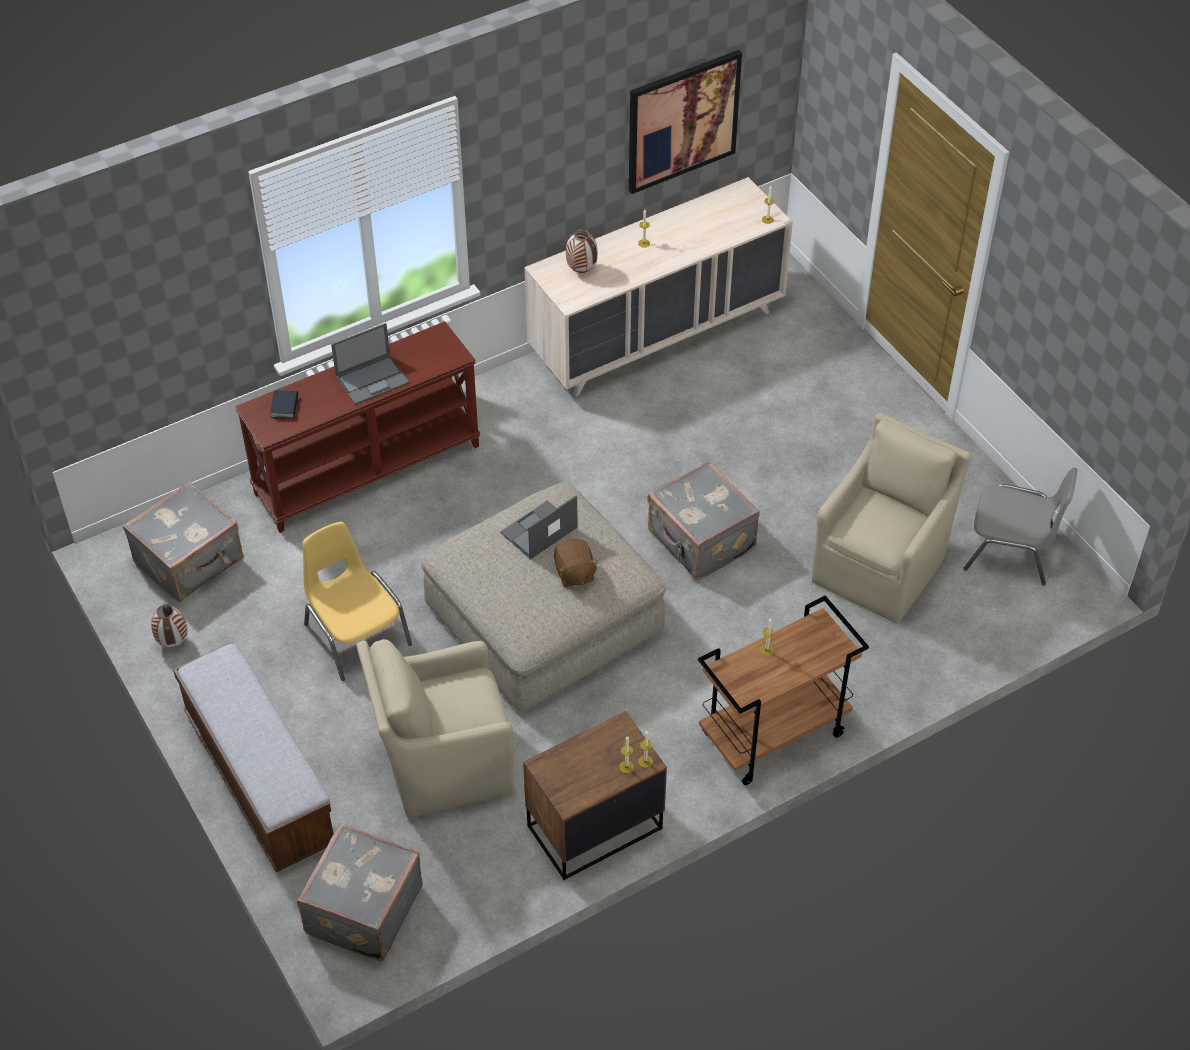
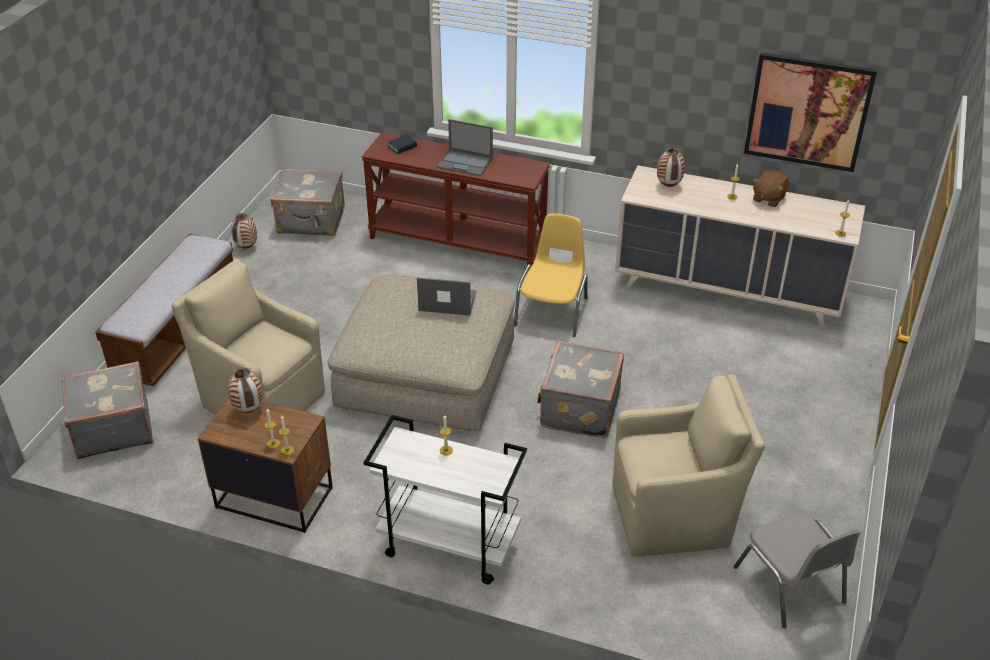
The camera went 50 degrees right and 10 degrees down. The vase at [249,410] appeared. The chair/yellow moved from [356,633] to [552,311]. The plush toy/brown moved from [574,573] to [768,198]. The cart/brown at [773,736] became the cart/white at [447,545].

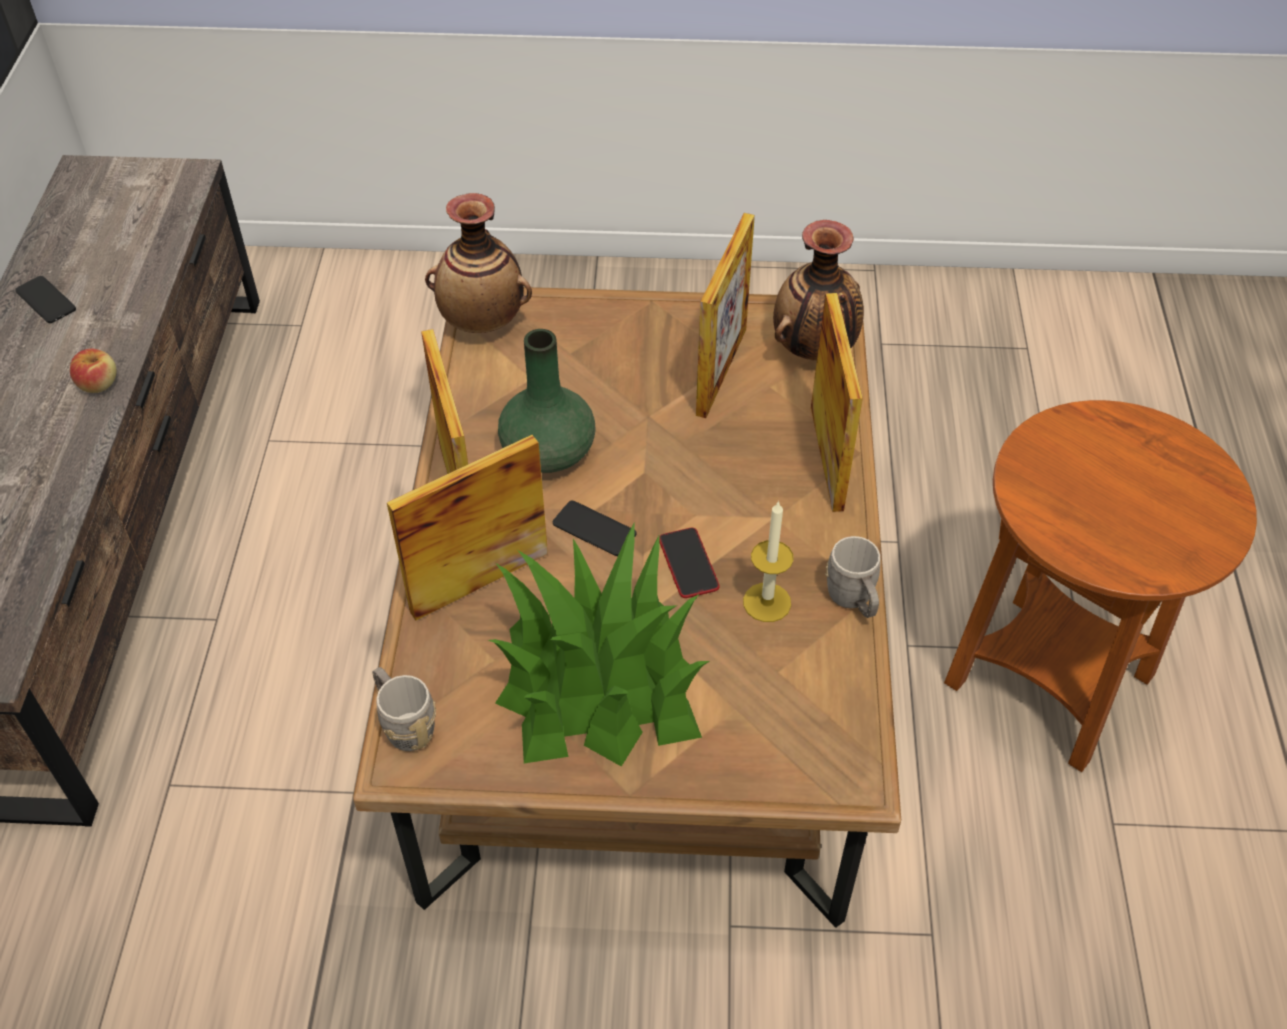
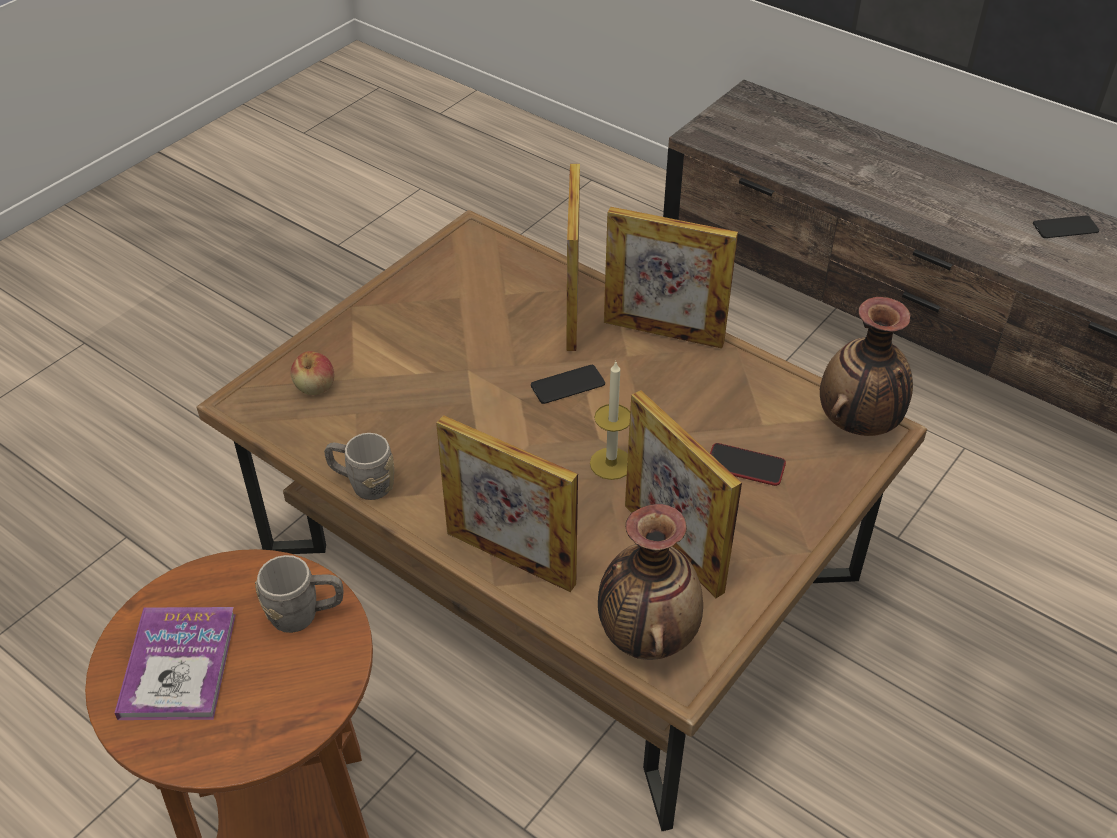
The camera went 125 degrees right and 5 degrees down. The potted plant at [598,684] disappeared. The vase/green at [548,451] disappeared. The book at [178,665] appeared. The apple moved from [99,383] to [315,387]. The mug/grey moved from [404,723] to [305,614]. The phone moved from [688,564] to [745,465]. The candle moved from [767,602] to [611,463].

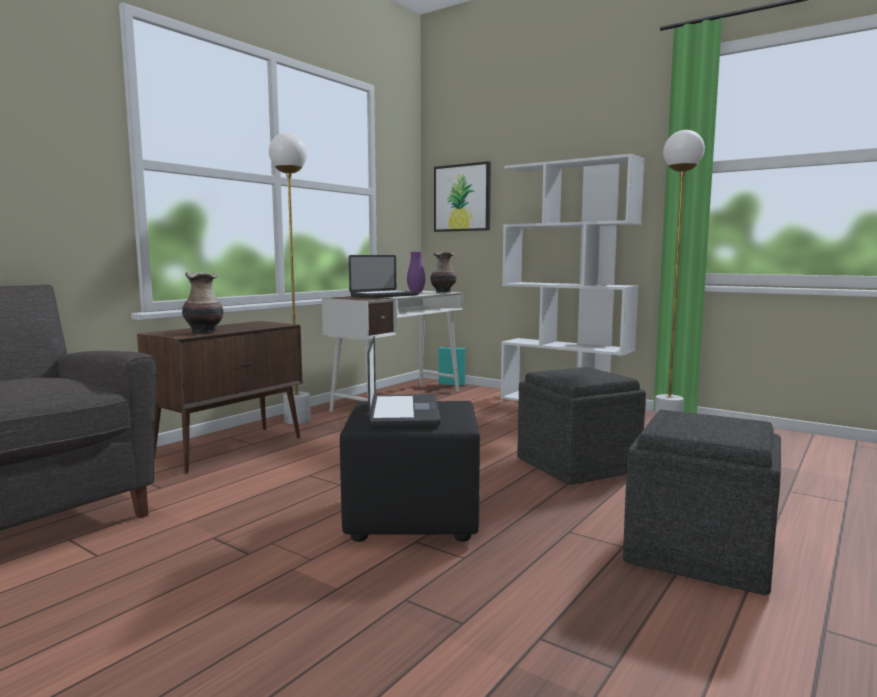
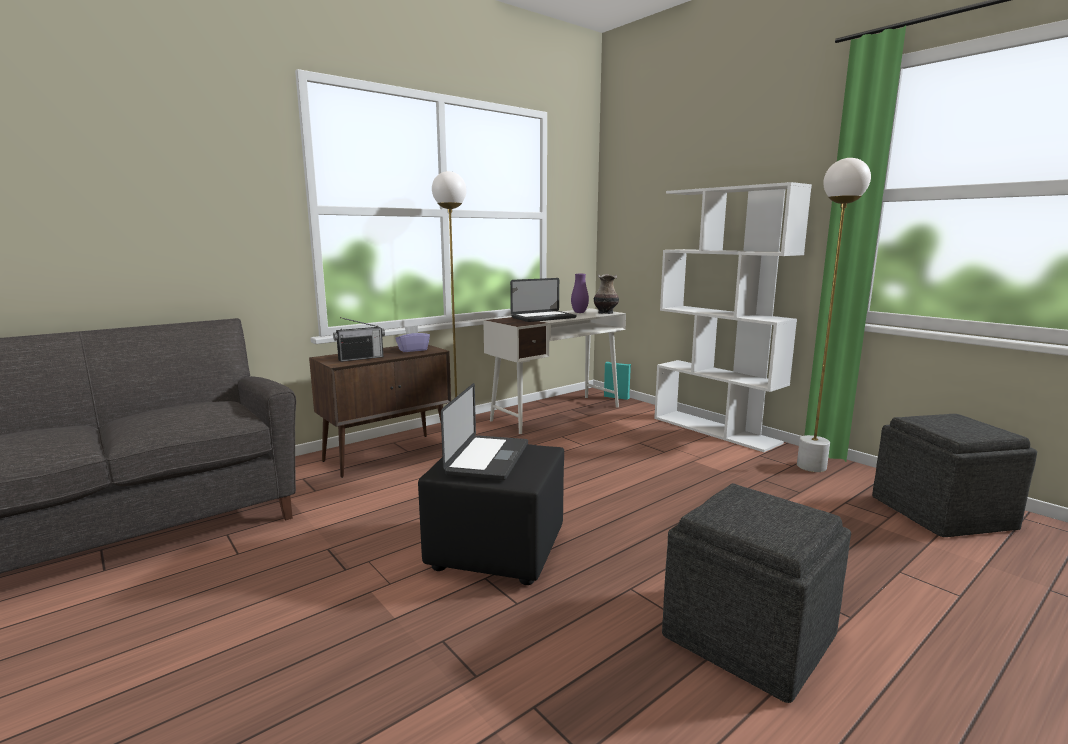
The camera went 15 degrees right and 5 degrees up. The picture at [462,198] disappeared. The tissue box/purple at [413,350] appeared. The ottoman/grey moved from [579,465] to [943,513]. The vase at [204,332] was replaced by the radio at [360,358].

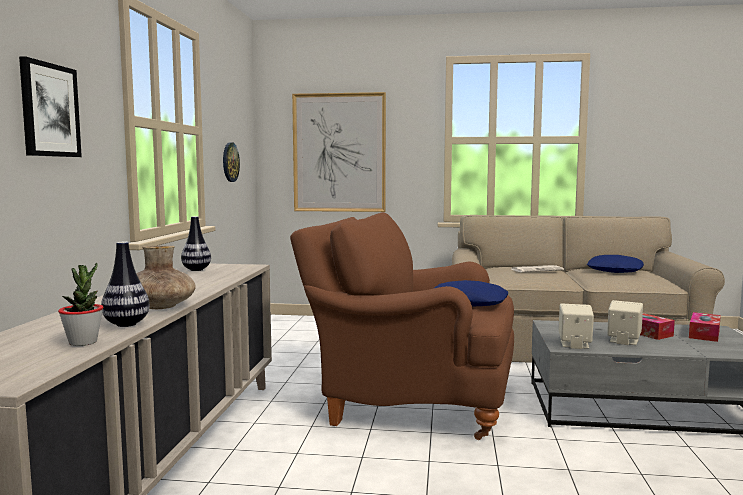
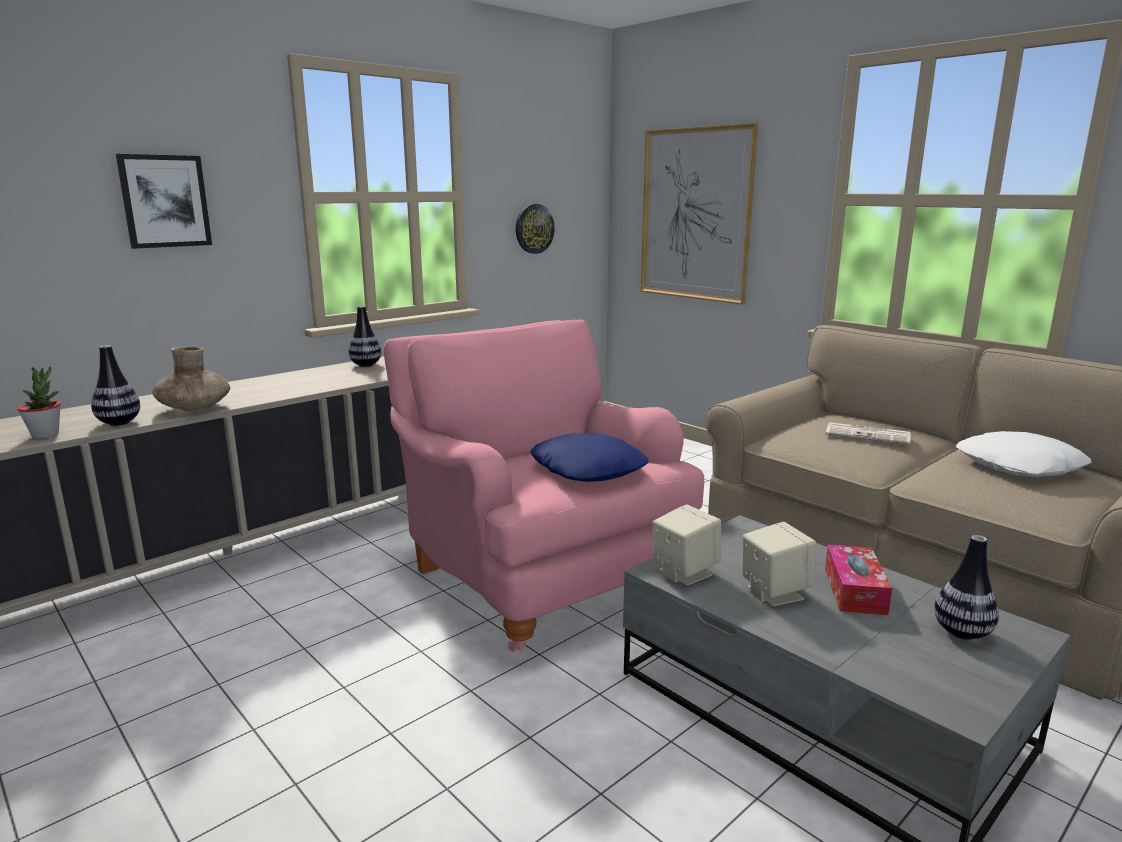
The camera went 40 degrees right and 10 degrees up. The tissue box at [704,334] was replaced by the vase at [962,632]. The armchair/brown at [410,402] became the armchair/pink at [539,575]. The pillow/blue at [615,271] became the pillow/white at [1020,466].

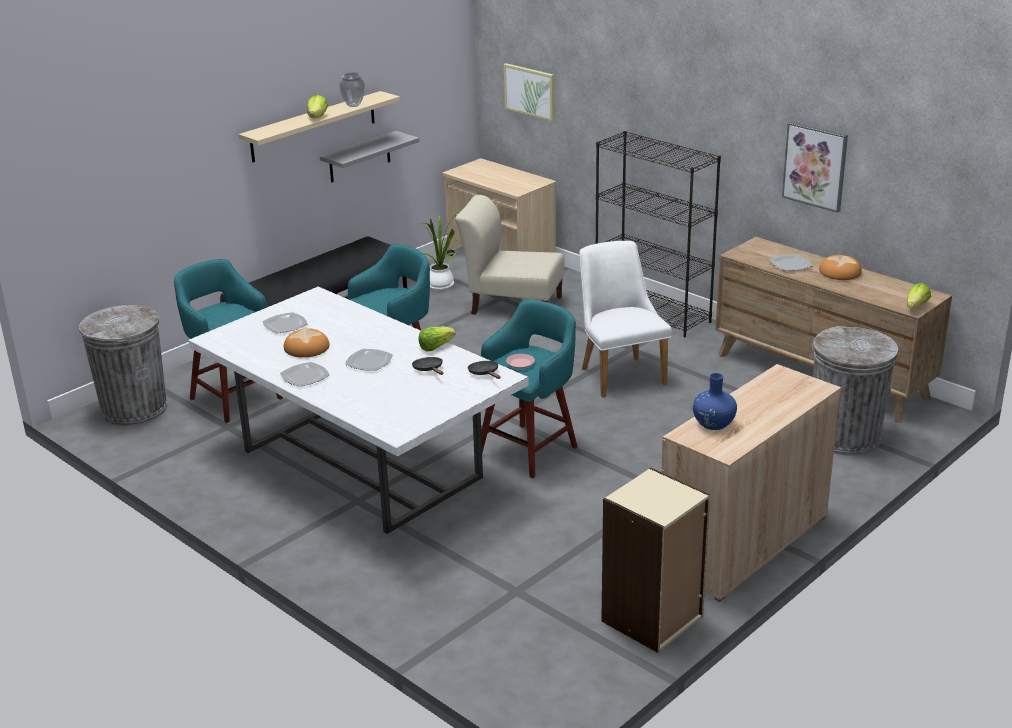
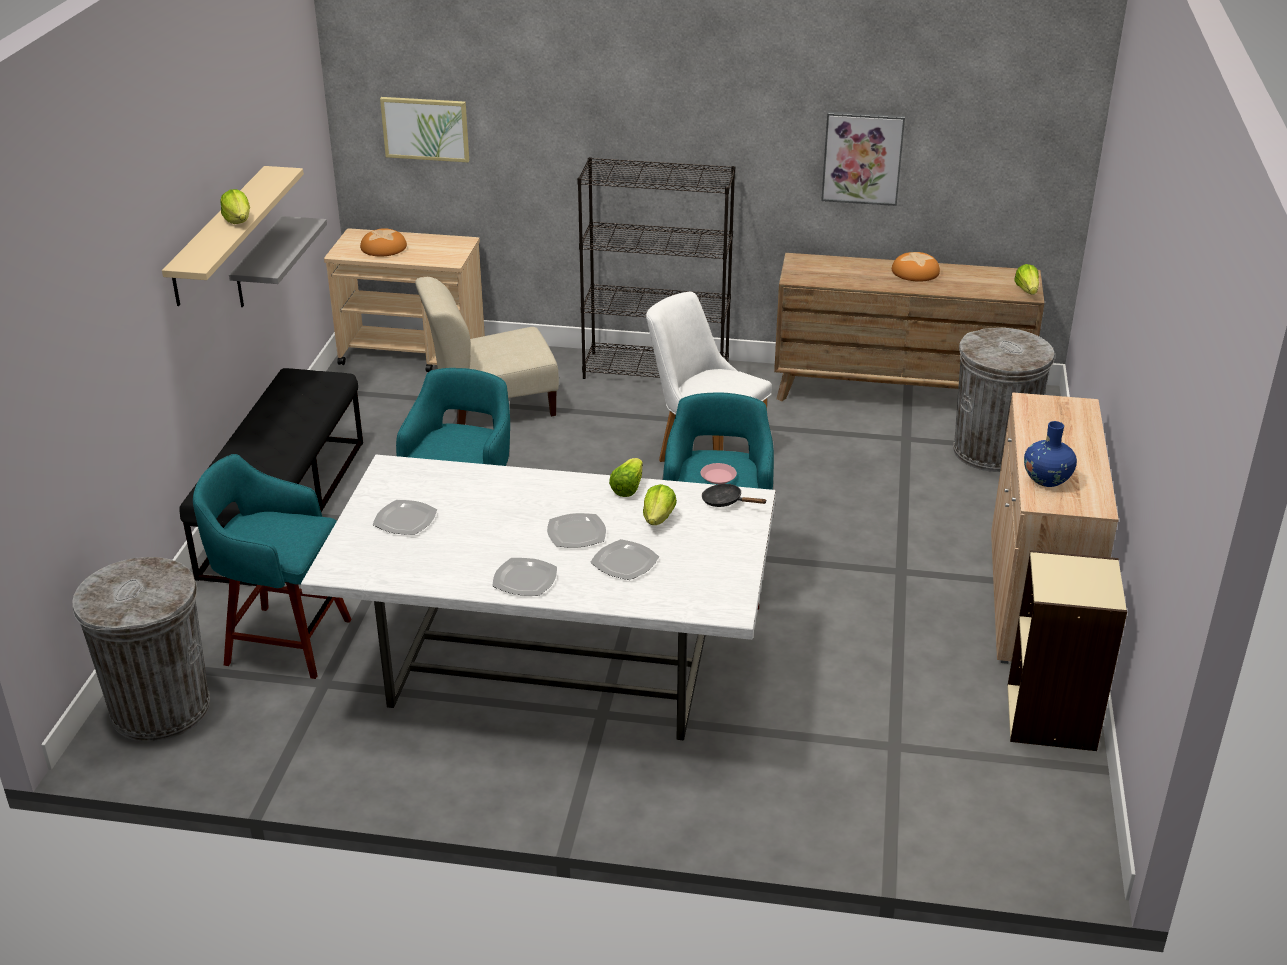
The camera went 35 degrees left and 5 degrees up. The vase at [353,105] disappeared. The potted plant at [442,285] disappeared. The bread moved from [307,348] to [384,248]. The plate moved from [790,264] to [624,562]. The frying pan/black at [429,369] was replaced by the lettuce at [659,518].

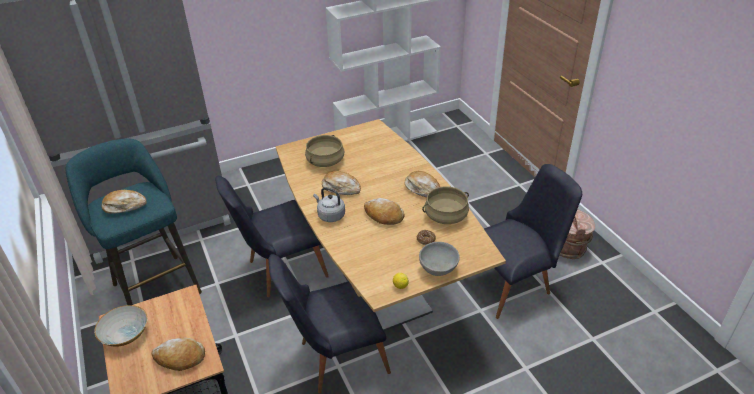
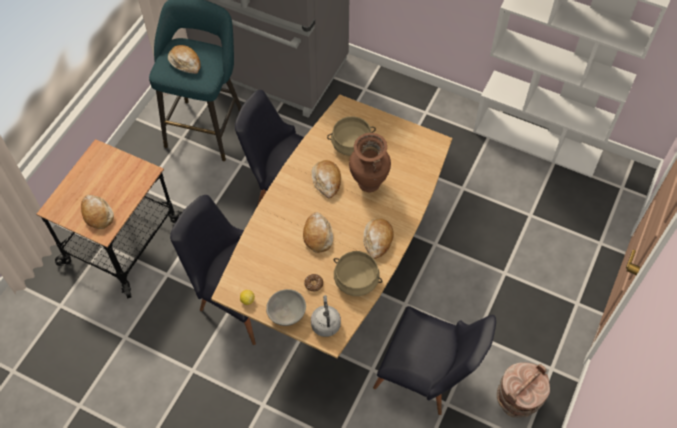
The camera went 50 degrees right and 20 degrees up. The bowl at [125,335] disappeared. The vase/brown at [368,184] appeared. The kettle/grey moved from [330,215] to [325,323].

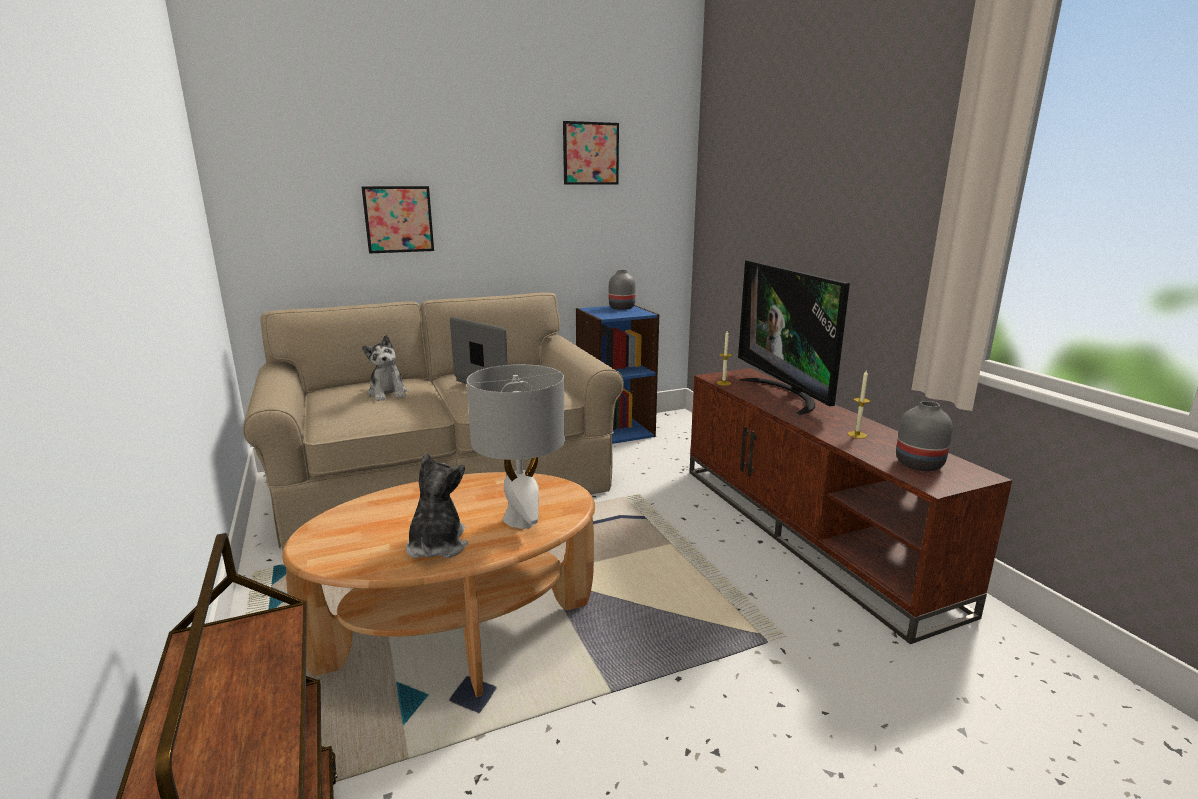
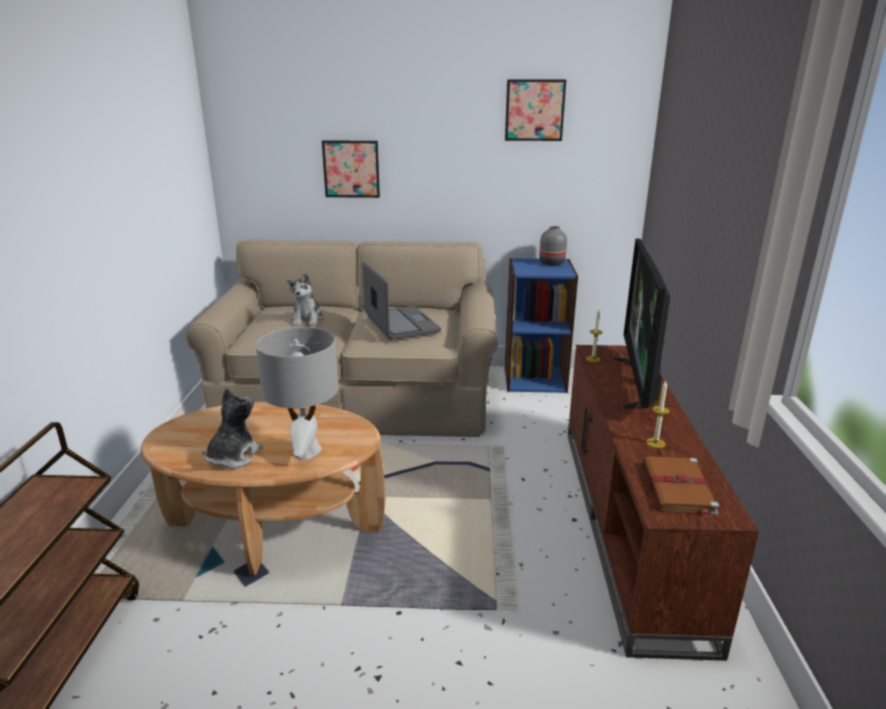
The camera went 25 degrees right and 5 degrees up. The vase/grey at [919,464] was replaced by the book/brown at [678,488].

